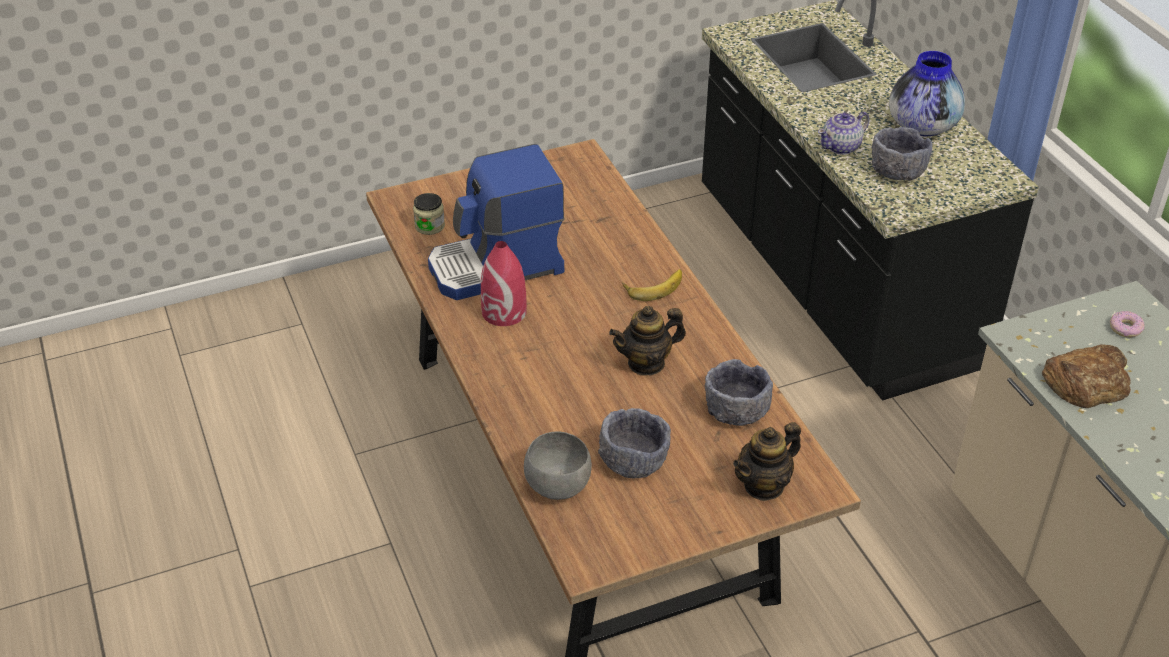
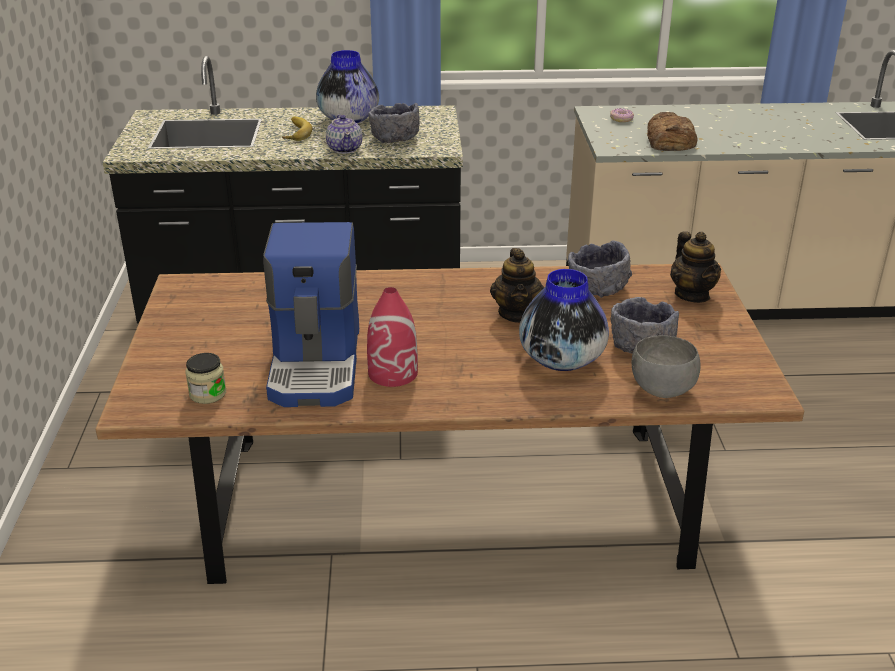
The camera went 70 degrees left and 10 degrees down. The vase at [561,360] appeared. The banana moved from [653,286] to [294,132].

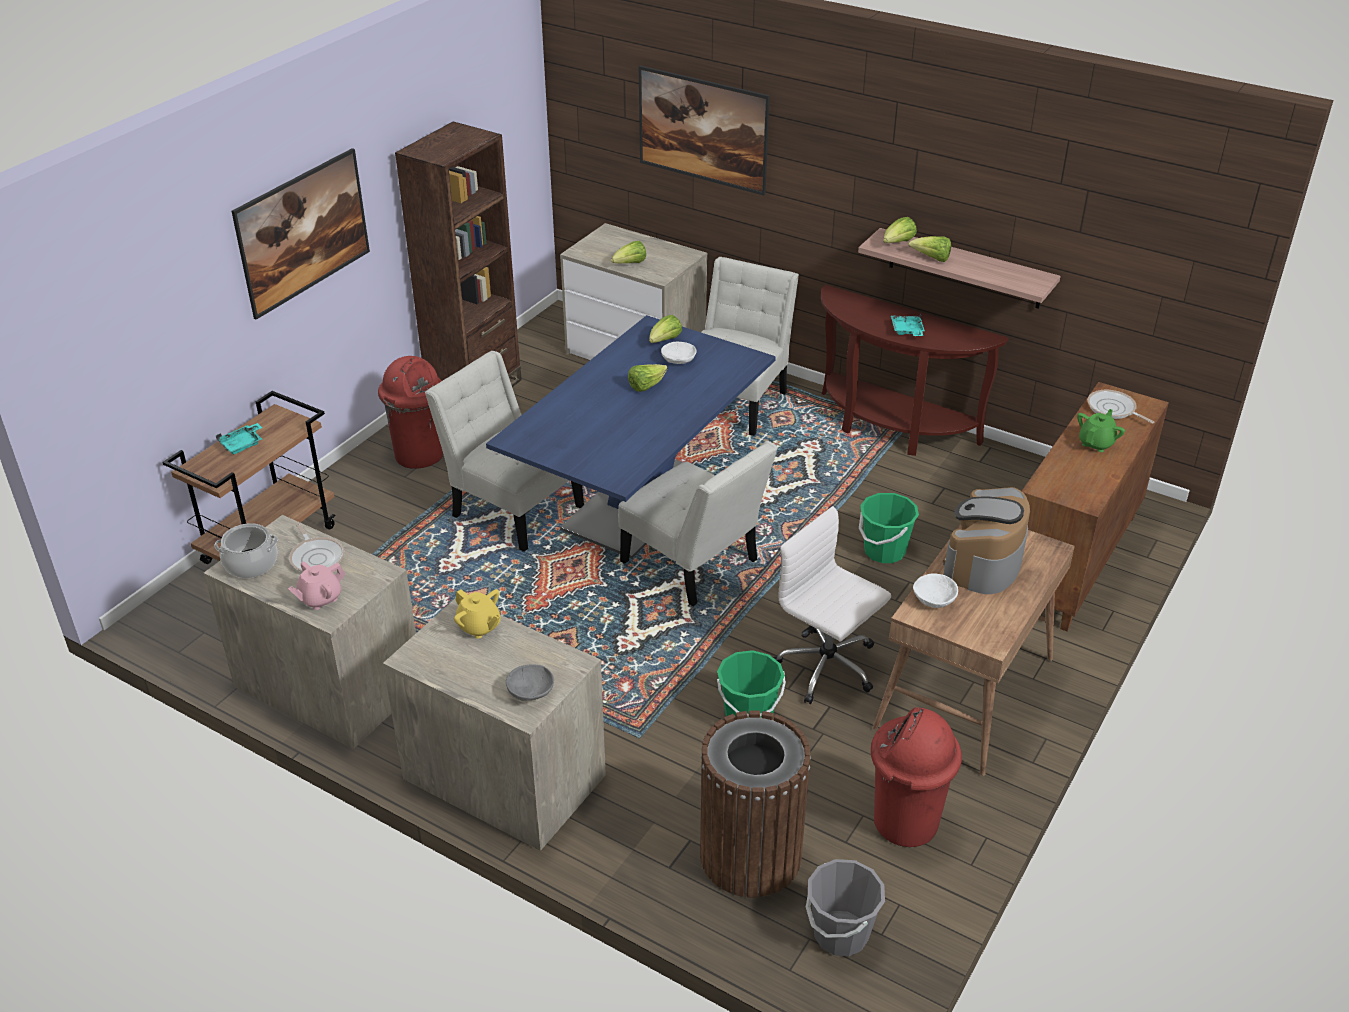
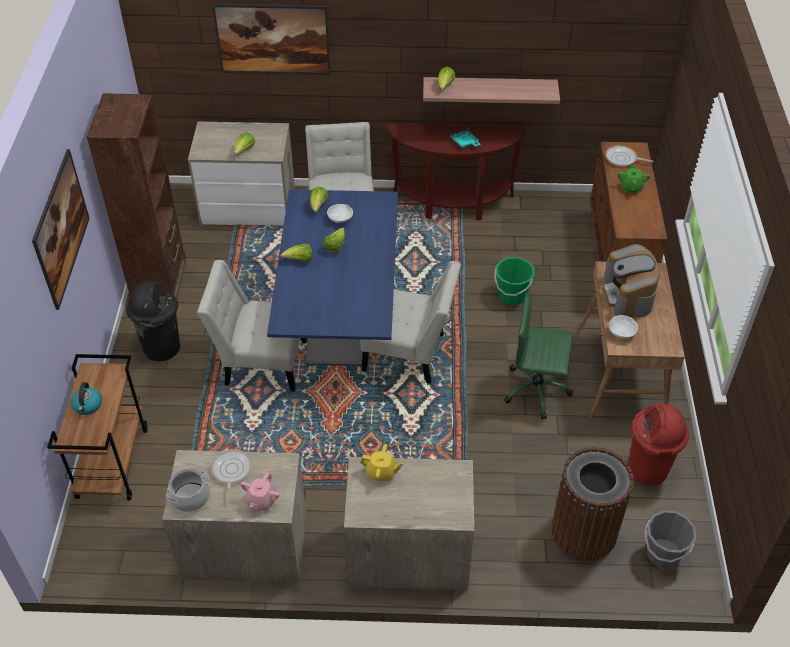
The camera went 30 degrees left and 10 degrees up. The bowl/grey at [531,693] disappeared. The bucket/green at [748,716] disappeared. The lettuce moved from [932,258] to [300,260]. The tray/turquoise at [242,444] was replaced by the kettle at [88,406]. The trash can/red at [420,455] became the trash can/black at [162,347]. The office chair/white at [828,668] became the office chair/green at [537,390]. The frying pan at [317,557] turned 120 degrees counterclockwise.

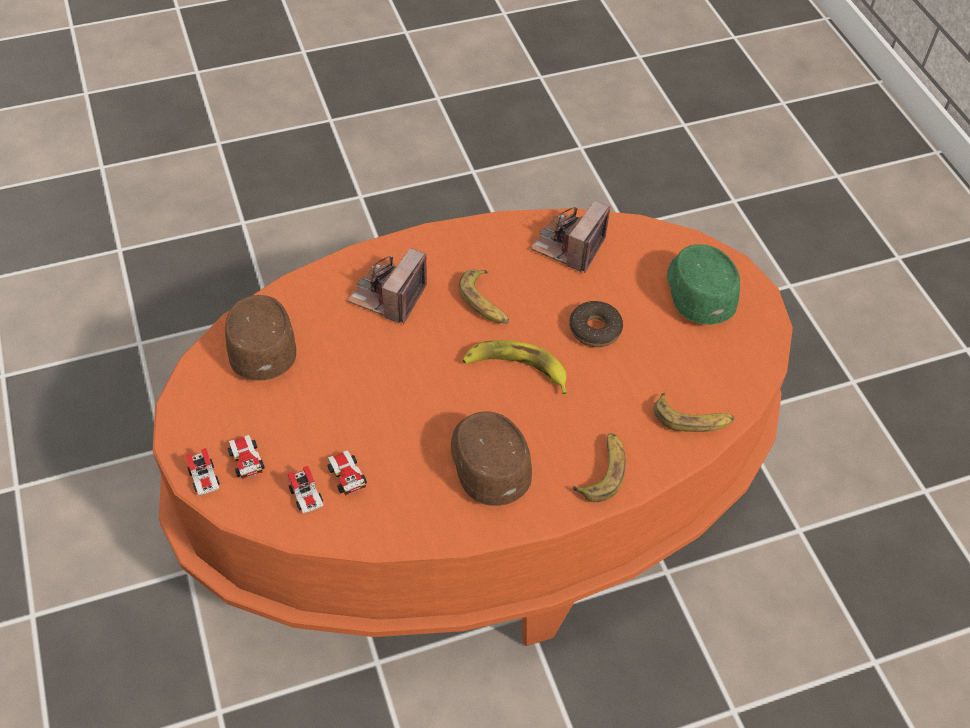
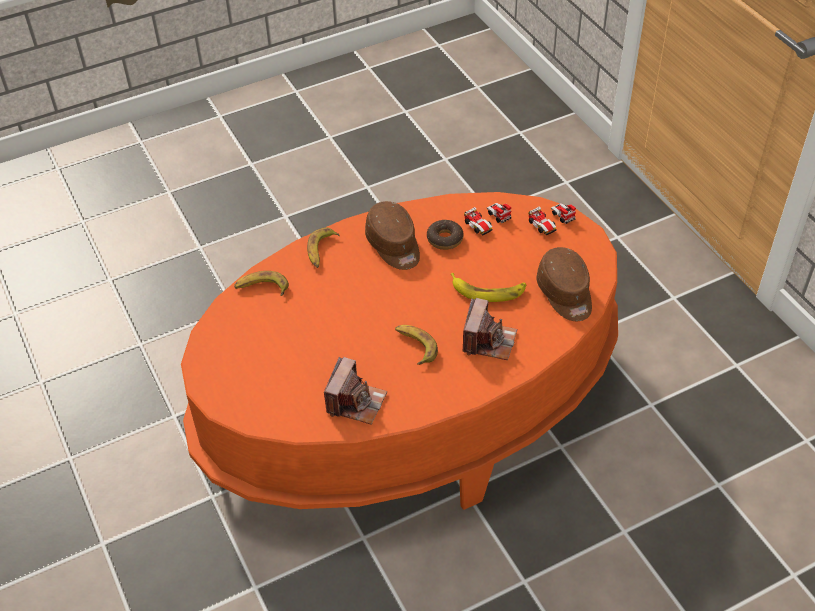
The camera went 175 degrees right and 5 degrees down. The cap/green at [697,292] disappeared. The banana moved from [516,369] to [488,291]. The donut moved from [595,329] to [445,239].

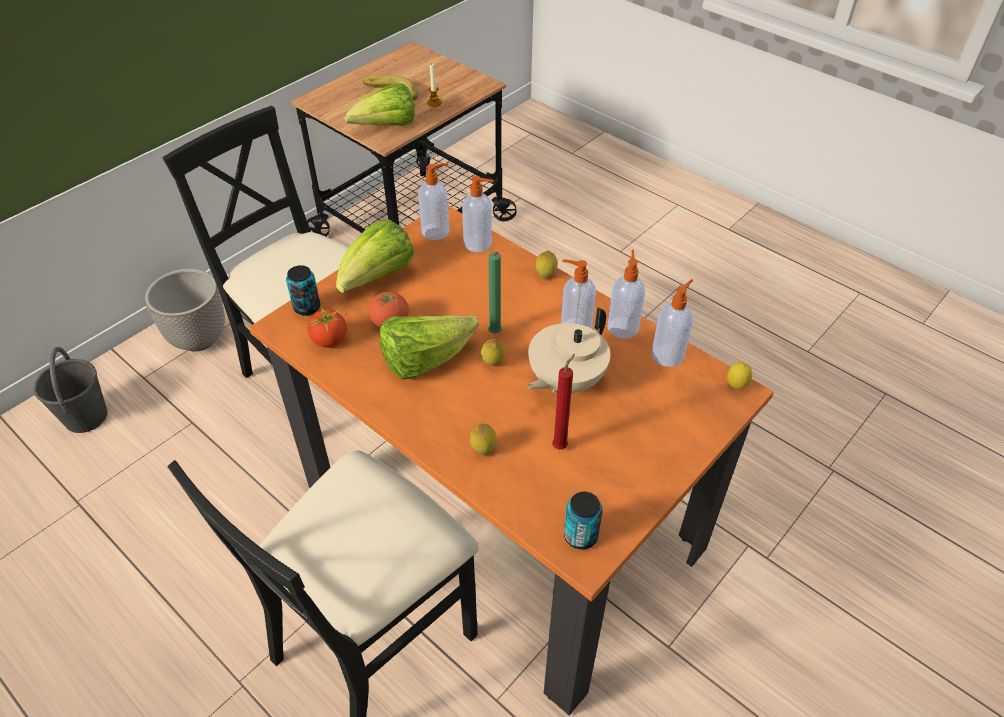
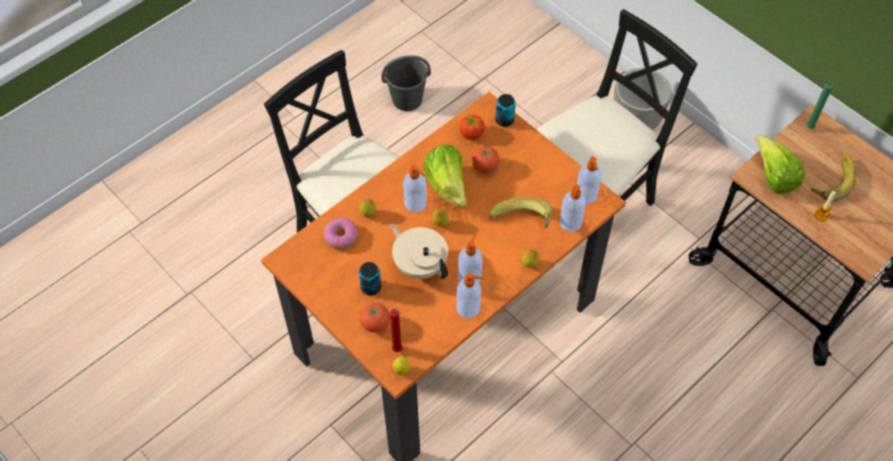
The camera went 95 degrees right and 10 degrees up. The lettuce at [377,278] disappeared. The donut at [341,237] appeared. The tomato at [375,324] appeared. The banana at [522,224] appeared. The bucket/grey moved from [86,416] to [407,99]. The candle/green moved from [495,334] to [808,127]. The candle/red moved from [561,445] to [398,350]. The can moved from [580,536] to [371,287]. The soap dispenser moved from [668,355] to [416,204].

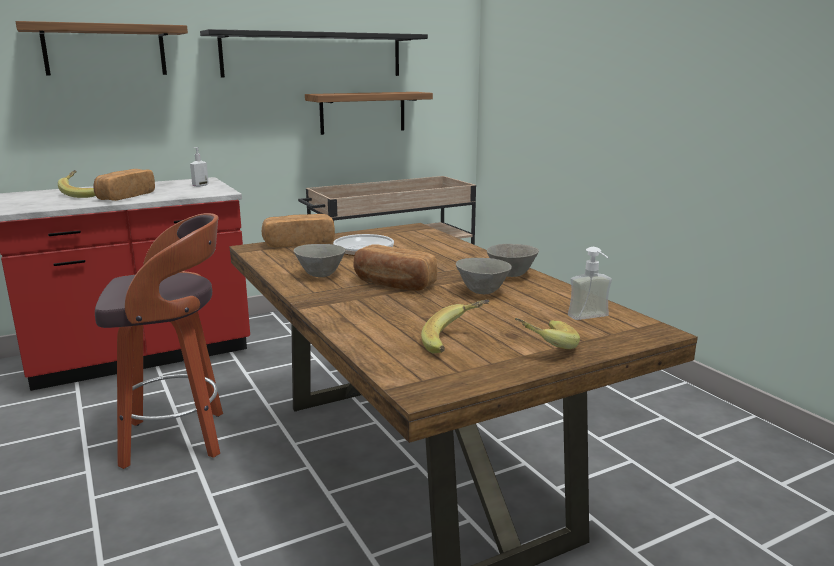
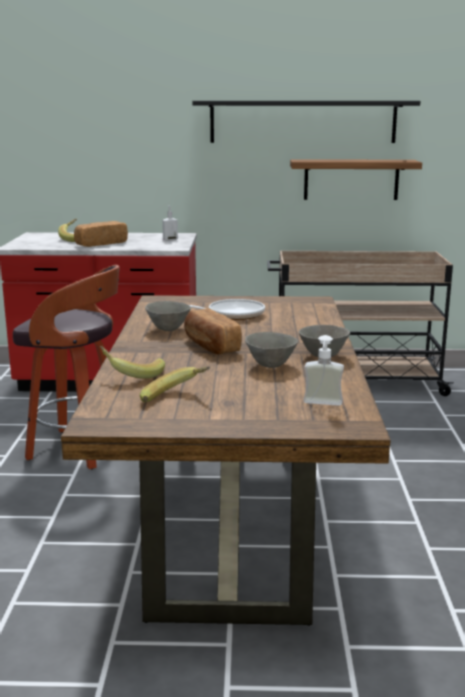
The camera went 30 degrees right and 0 degrees up. The shelf at [105,50] disappeared. The bread at [299,243] disappeared. The banana moved from [543,346] to [132,374].

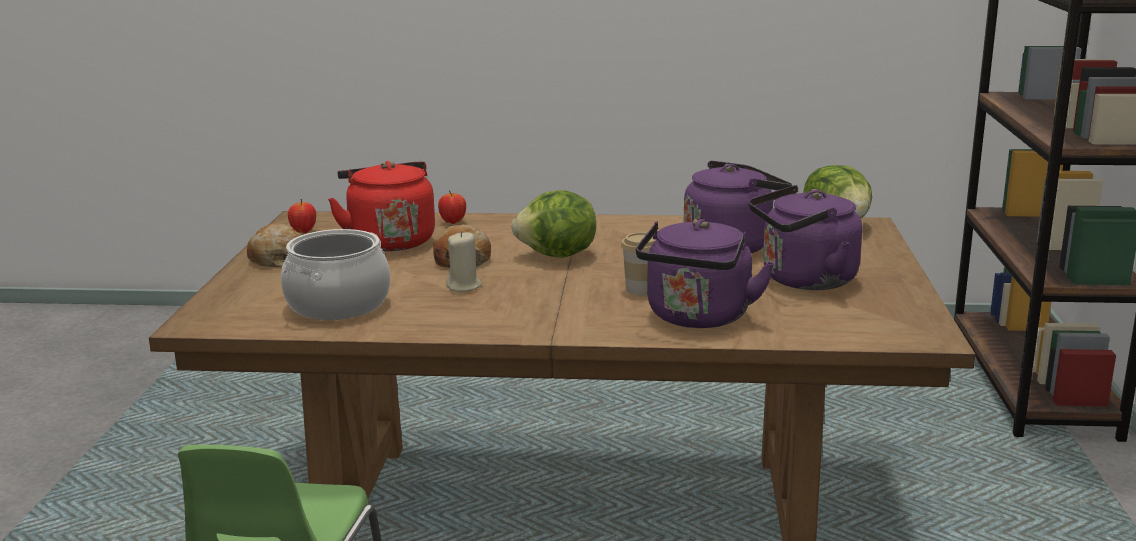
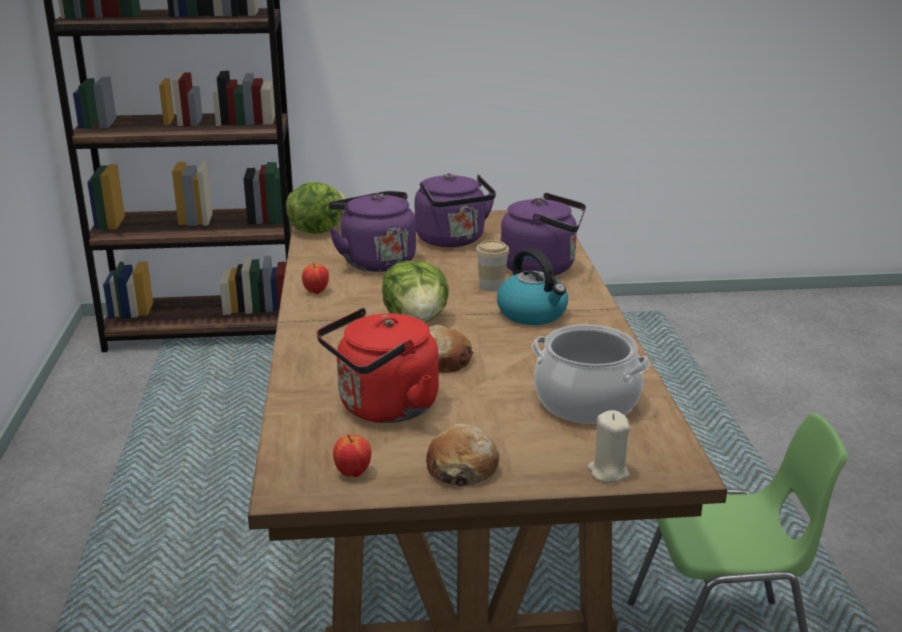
The camera went 100 degrees left and 5 degrees up. The kettle at [533,314] appeared. The apple moved from [453,222] to [316,291]. The candle/beige moved from [464,286] to [608,472].

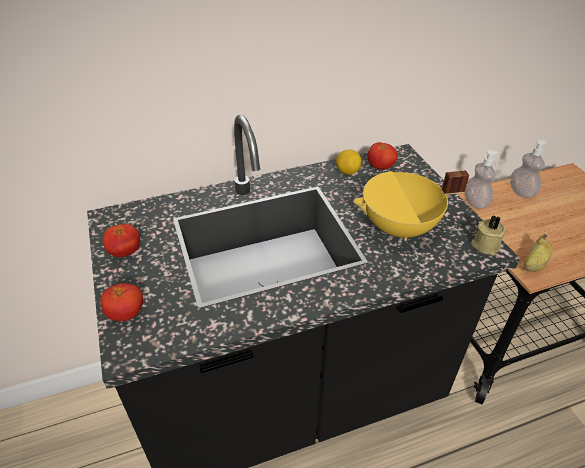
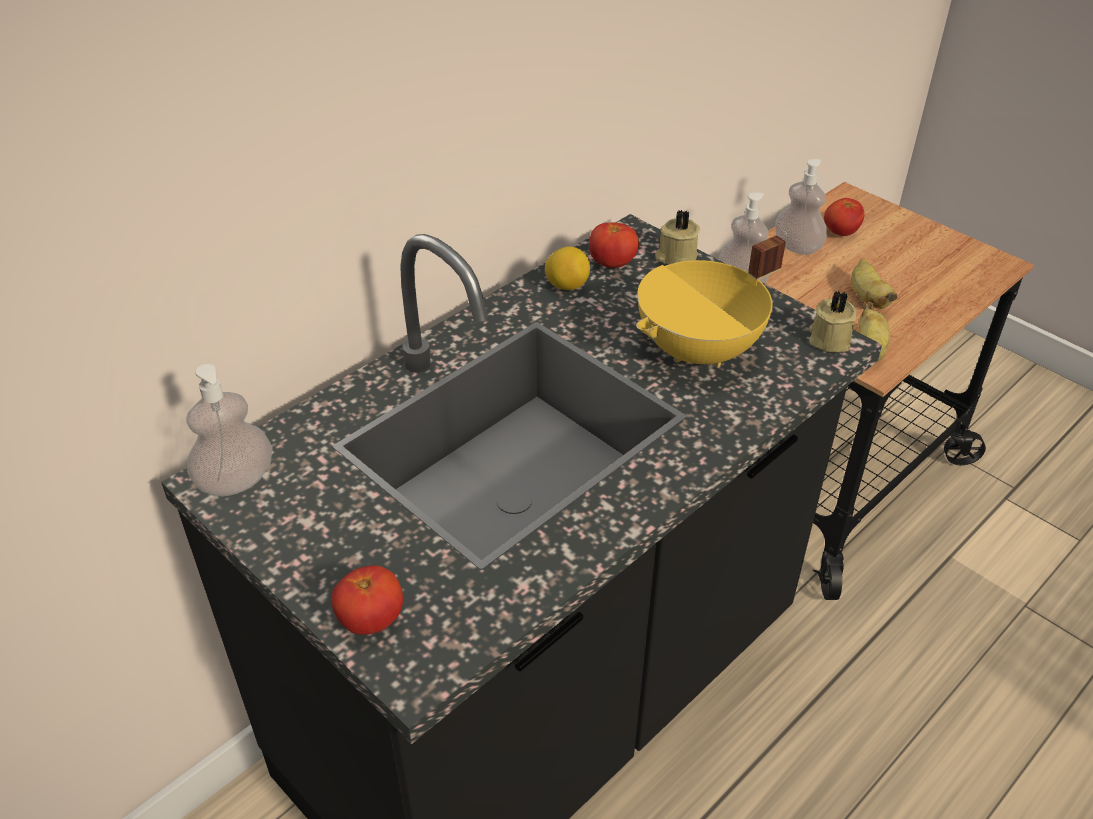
The camera went 25 degrees left and 0 degrees up. The soap dispenser at [236,481] appeared. The candle/beige at [676,257] appeared. The banana at [867,298] appeared. The tomato moved from [125,252] to [840,232].

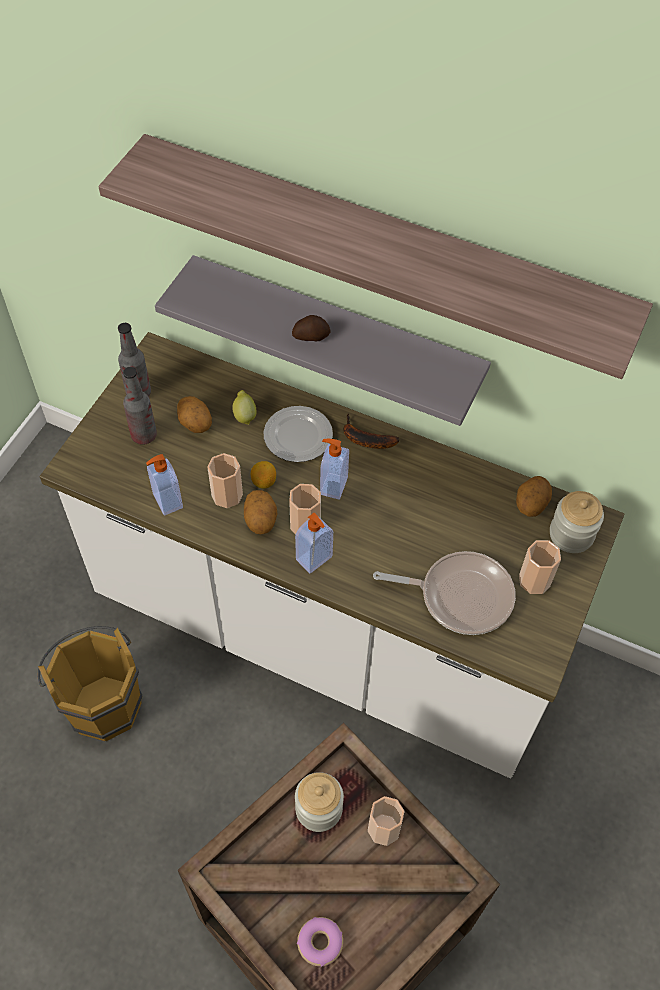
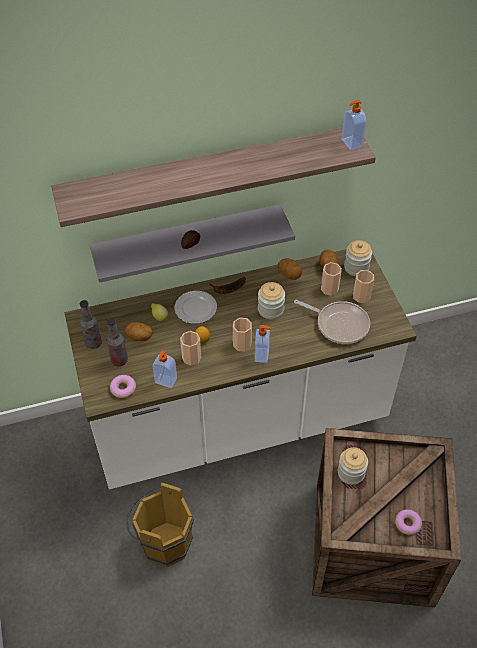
The camera went 40 degrees left and 5 degrees down. The donut at [123,388] appeared. The jar at [271,309] appeared. The potato moved from [261,520] to [289,275]. The soap dispenser moved from [332,485] to [351,143]. The cup moved from [384,829] to [329,289]. The frying pan at [460,596] turned 60 degrees clockwise.

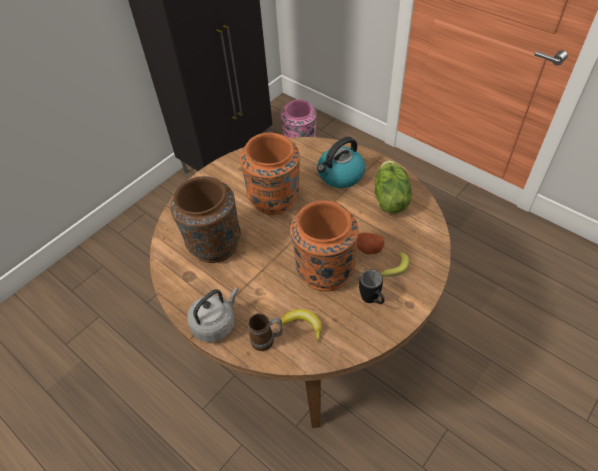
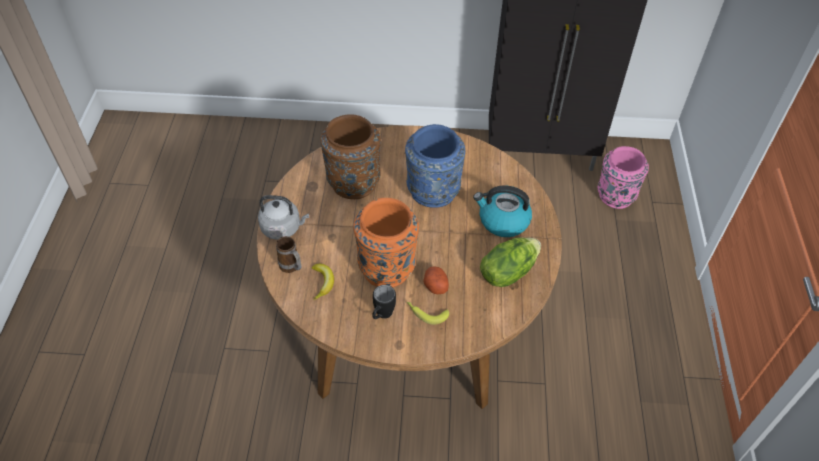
The camera went 50 degrees right and 0 degrees up. The vase/orange at [275,199] became the vase/blue at [433,192].

